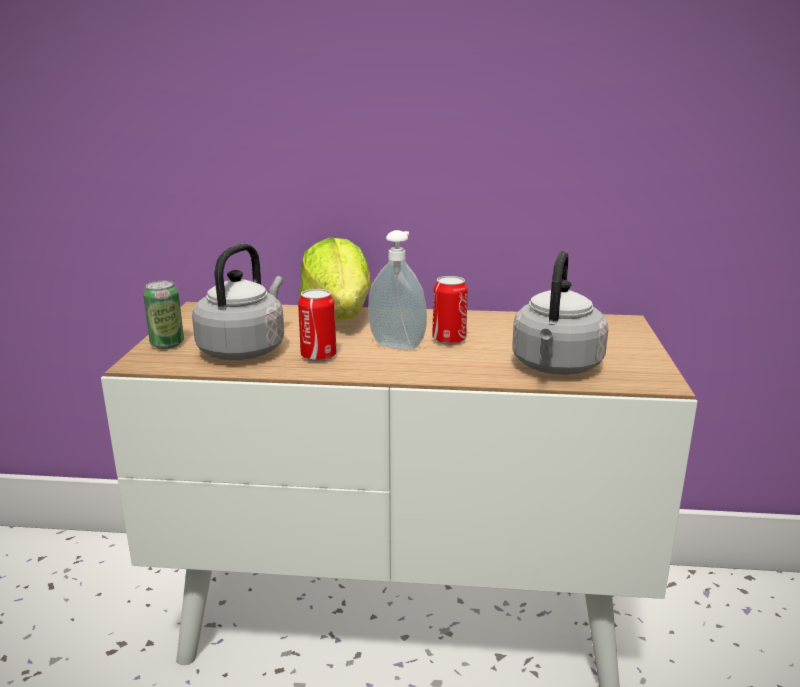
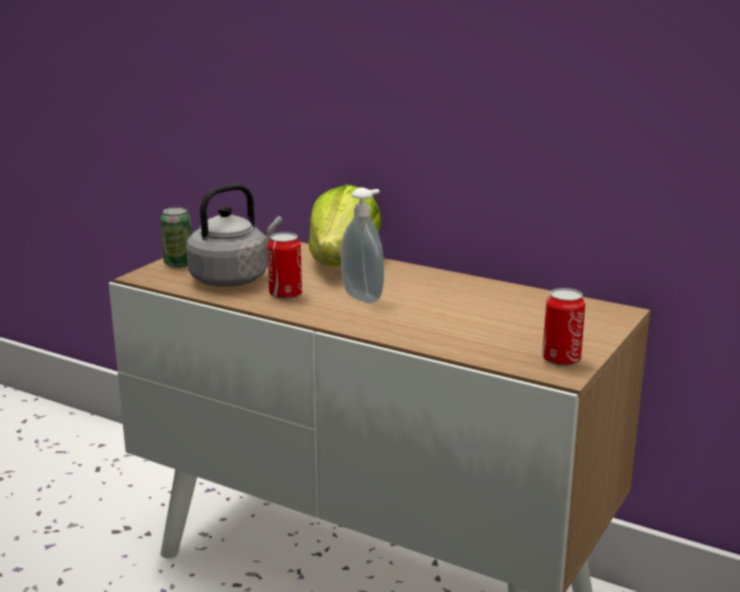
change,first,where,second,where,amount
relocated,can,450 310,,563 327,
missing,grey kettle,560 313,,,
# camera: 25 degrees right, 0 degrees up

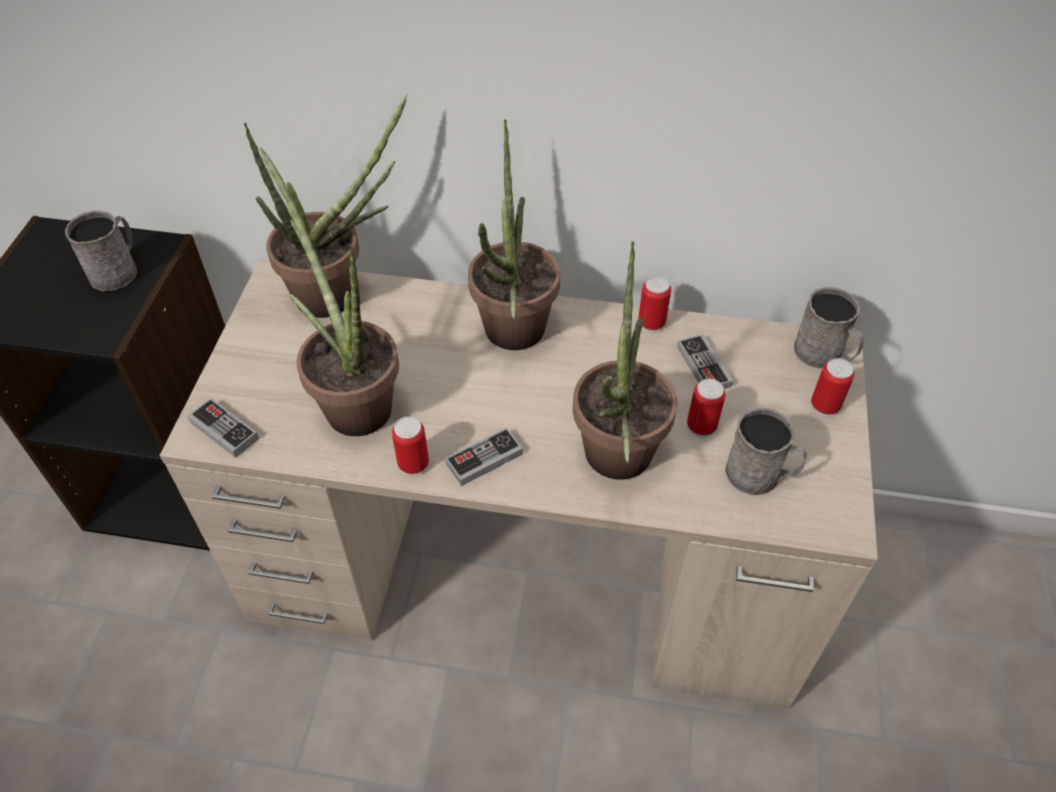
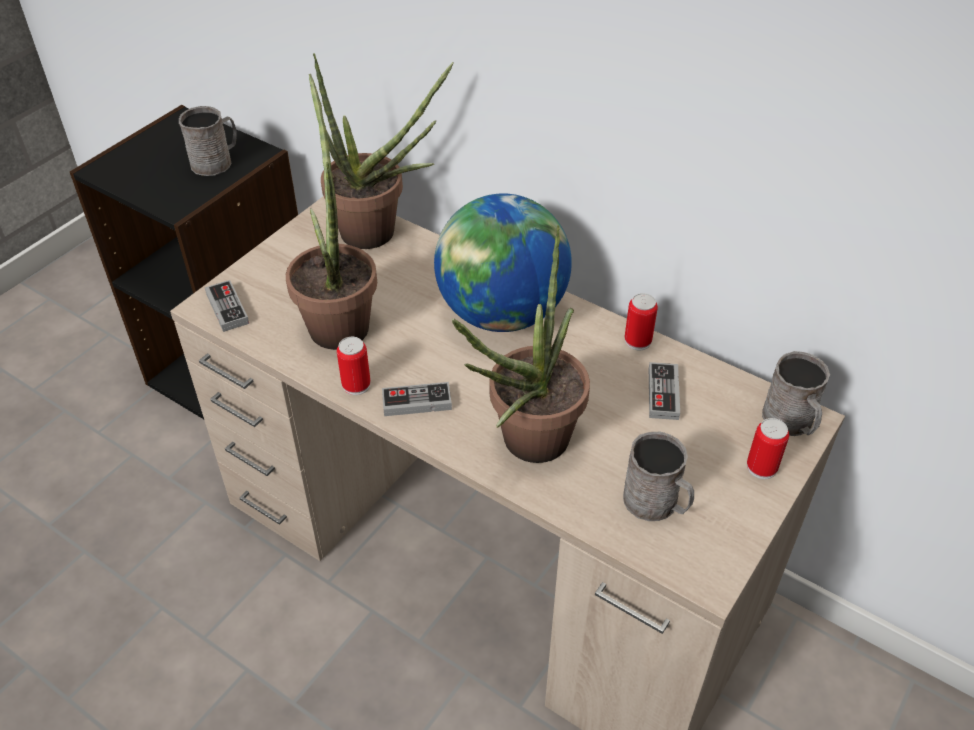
change,first,where,second,where,amount
exchanged,potted plant,514 234,globe,503 262,
missing,can,706 408,,,
# camera: 25 degrees right, 5 degrees down

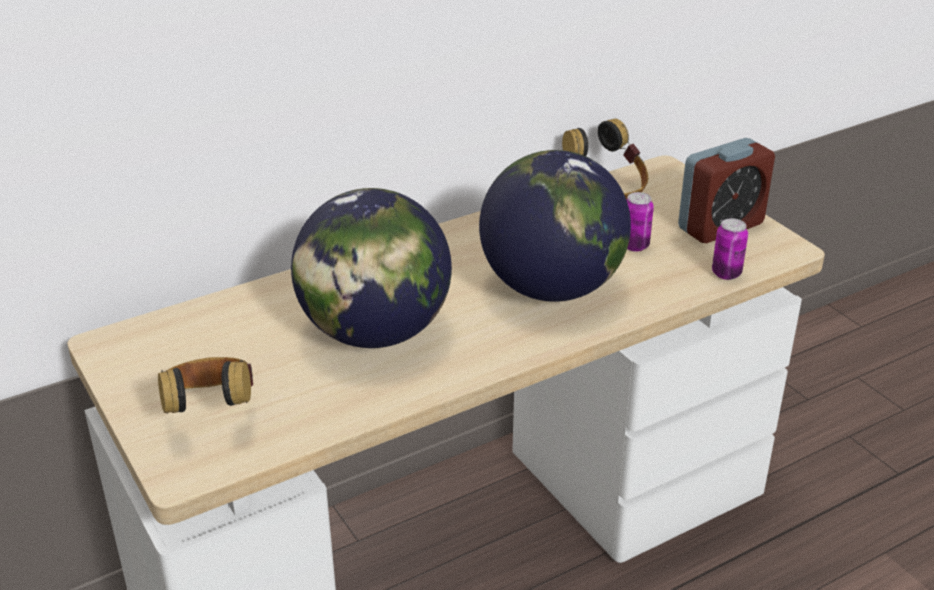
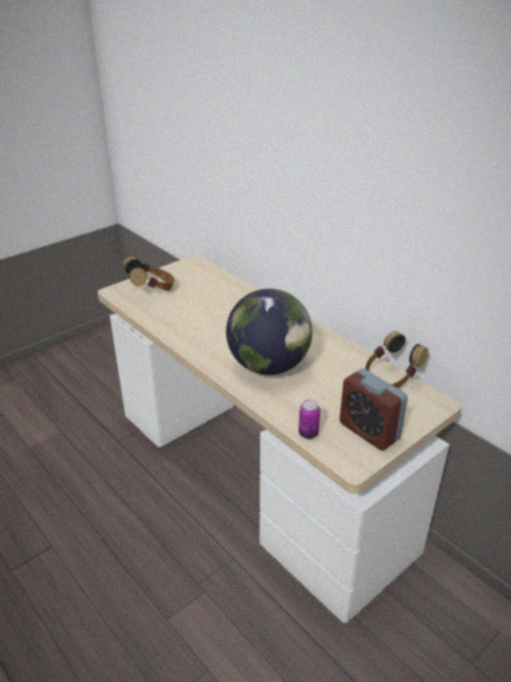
change,first,where,second,where,amount
missing,globe,371 268,,,
missing,can,640 222,,,
# camera: 80 degrees right, 0 degrees up

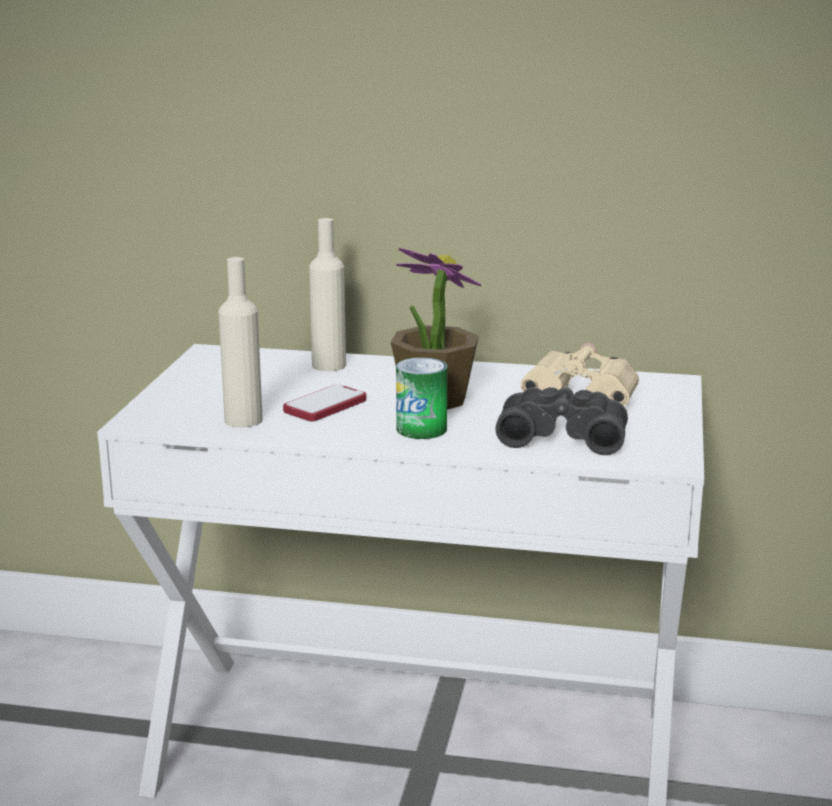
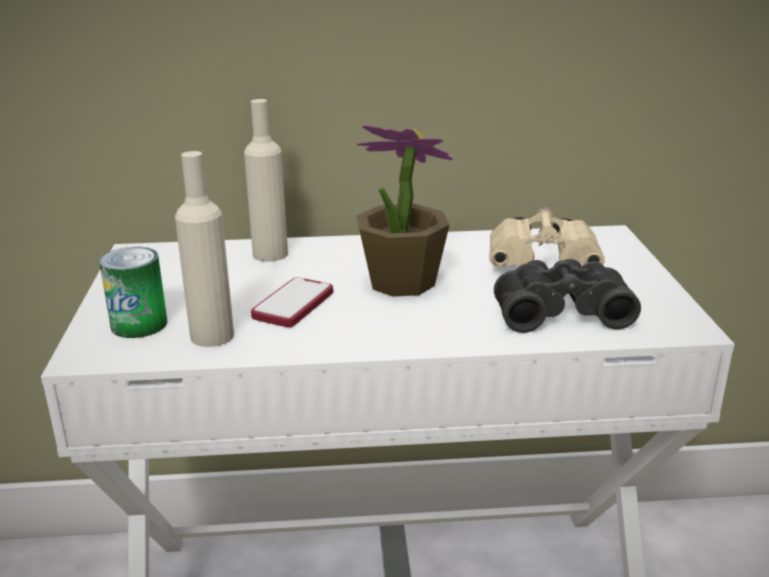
change,first,where,second,where,amount
relocated,can,421 398,,133 292,
# camera: 15 degrees left, 5 degrees up

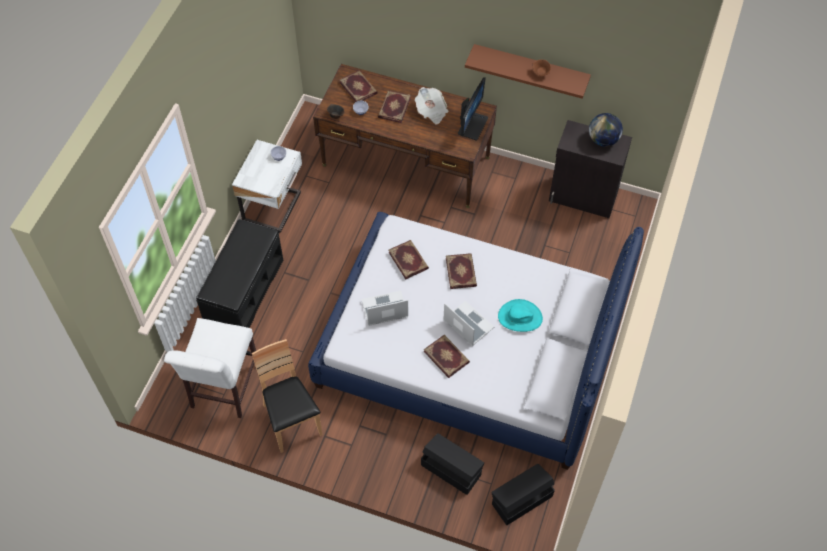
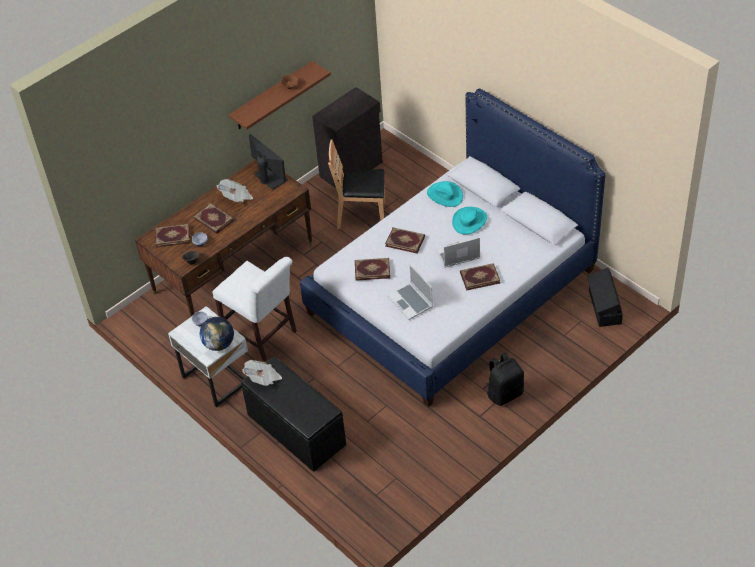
change,first,where,second,where,amount
relocated,globe,606 130,,217 334,
relocated,white chair,210 368,,254 309,
appeared,,,newspaper,262 373,
relocated,brown chair,287 396,,356 184,
spun,laptop,384 308,,410 292,45 degrees counterclockwise
appeared,,,turquoise hat,445 194,
appeared,,,black backpack,505 379,
missing,black storage box,452 464,,,
# camera: 60 degrees left, 10 degrees down

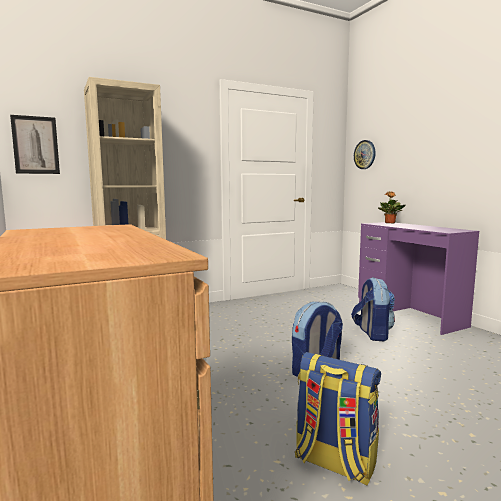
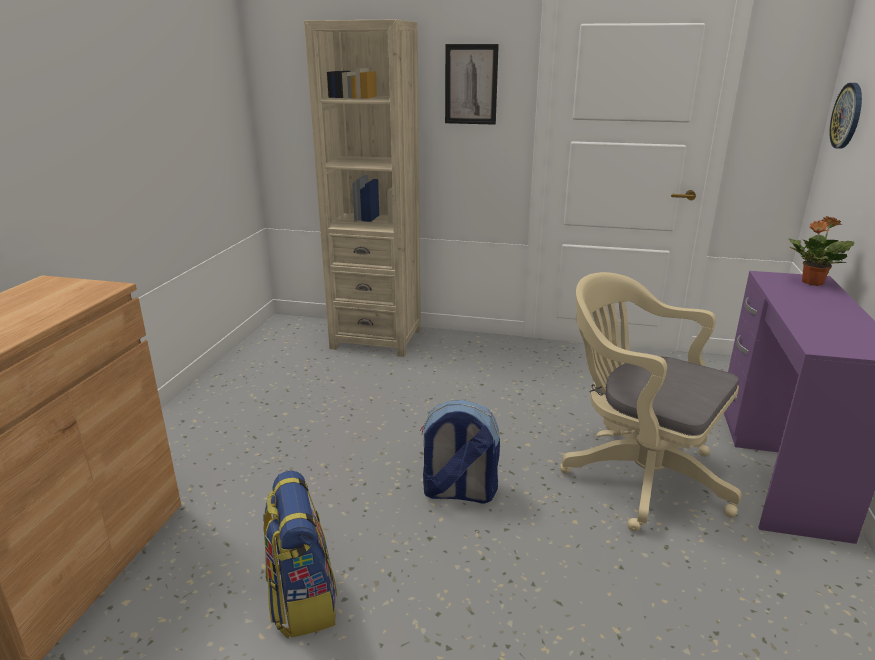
change,first,where,second,where,amount
relocated,picture,35 144,,472 84,
exchanged,backpack,373 309,beige office chair,651 401,
# camera: 40 degrees right, 15 degrees up

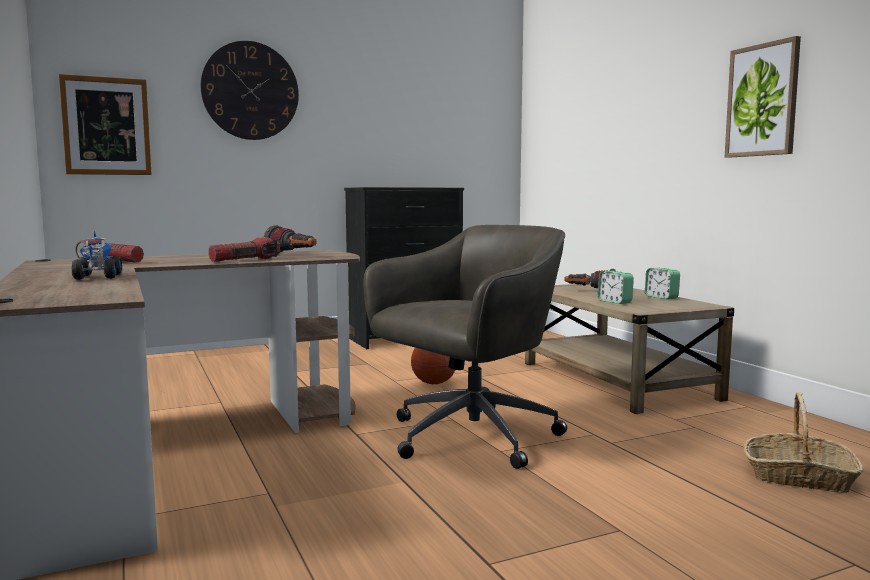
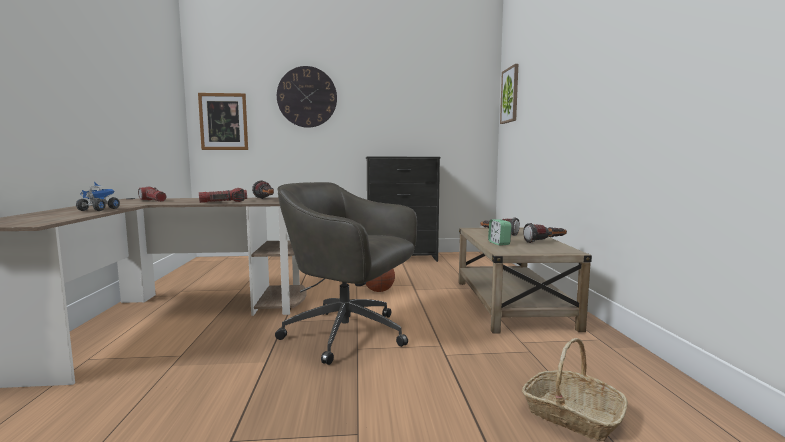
change,first,where,second,where,amount
spun,grey office chair,465 347,,346 273,135 degrees counterclockwise
relocated,picture,763 97,,509 94,
exchanged,alarm clock,662 283,flashlight,545 233,
# camera: 20 degrees right, 0 degrees up

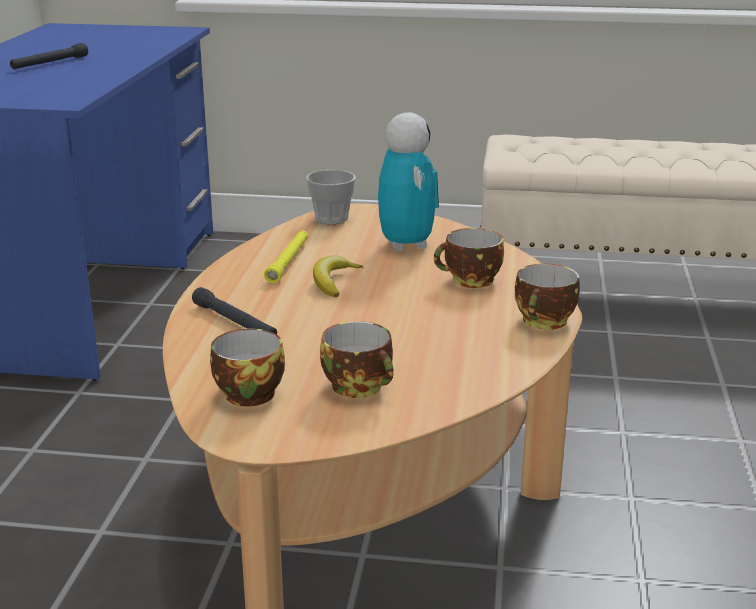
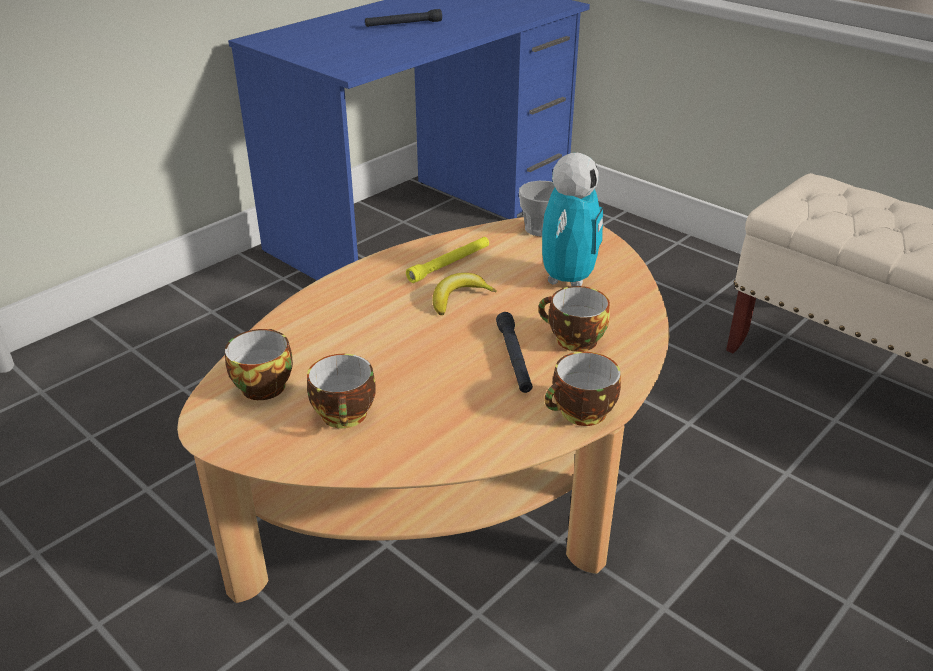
change,first,where,second,where,amount
relocated,black flashlight,234 310,,514 352,
# camera: 35 degrees right, 10 degrees up

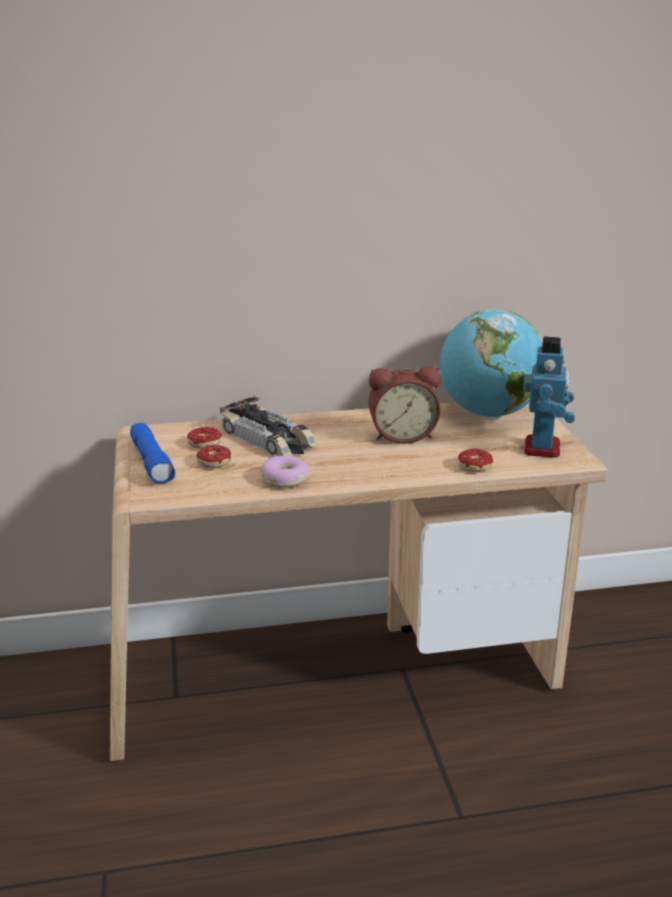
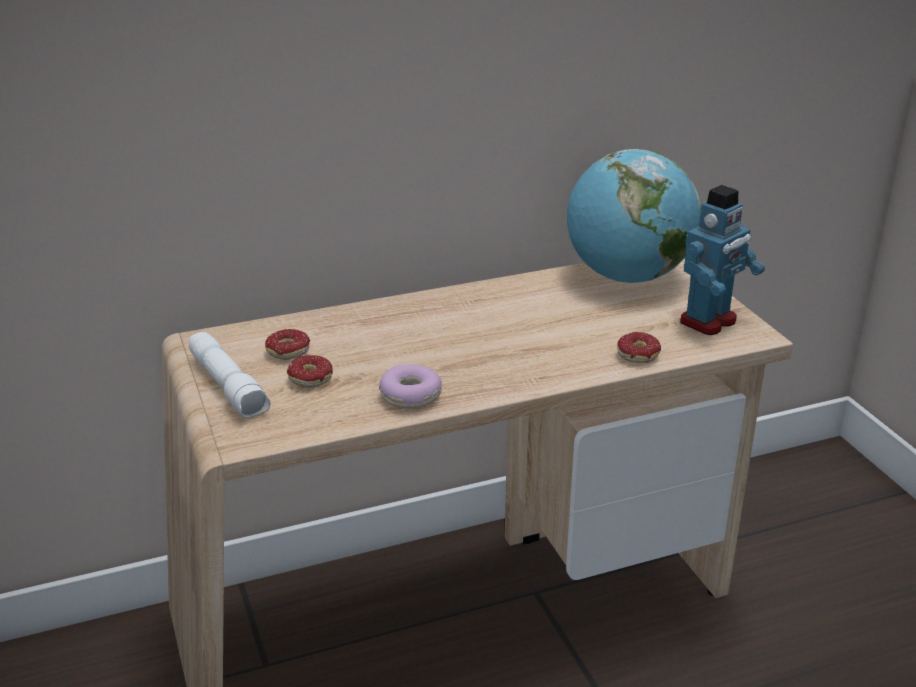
change,first,where,second,where,amount
colour,blue flashlight,152 453,white flashlight,229 375,
spun,toy robot,549 397,,722 260,45 degrees clockwise
missing,toy car,269 426,,,
missing,alarm clock,405 405,,,
# camera: 10 degrees left, 5 degrees up

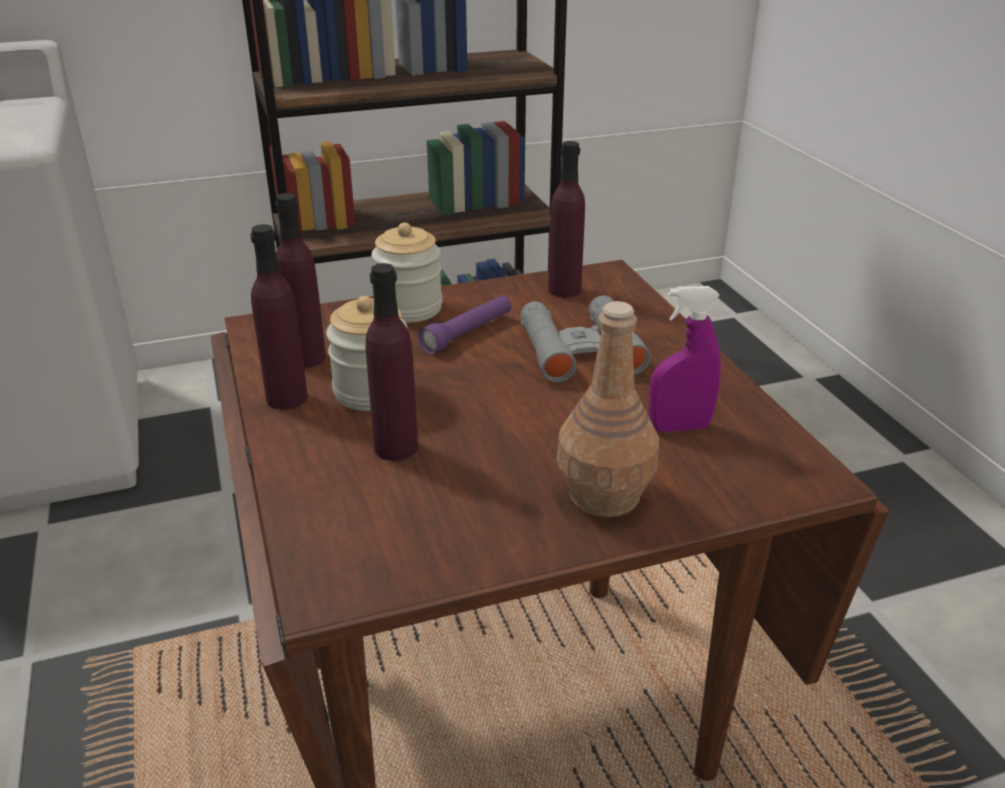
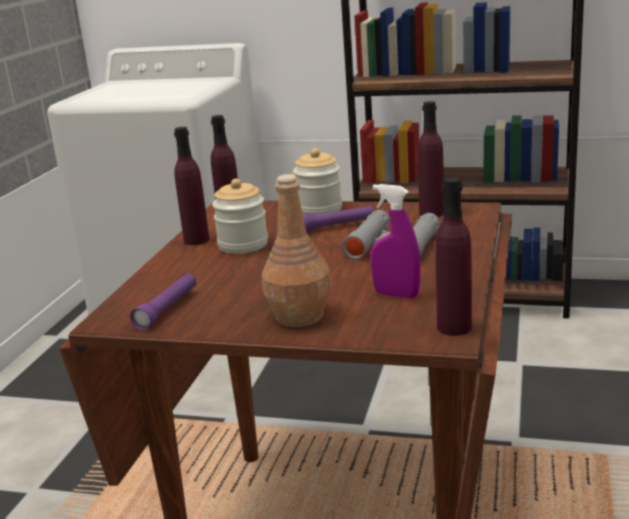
change,first,where,second,where,amount
appeared,,,purple flashlight,163 301,
relocated,purple bottle,391 362,,453 256,
# camera: 35 degrees right, 10 degrees down

